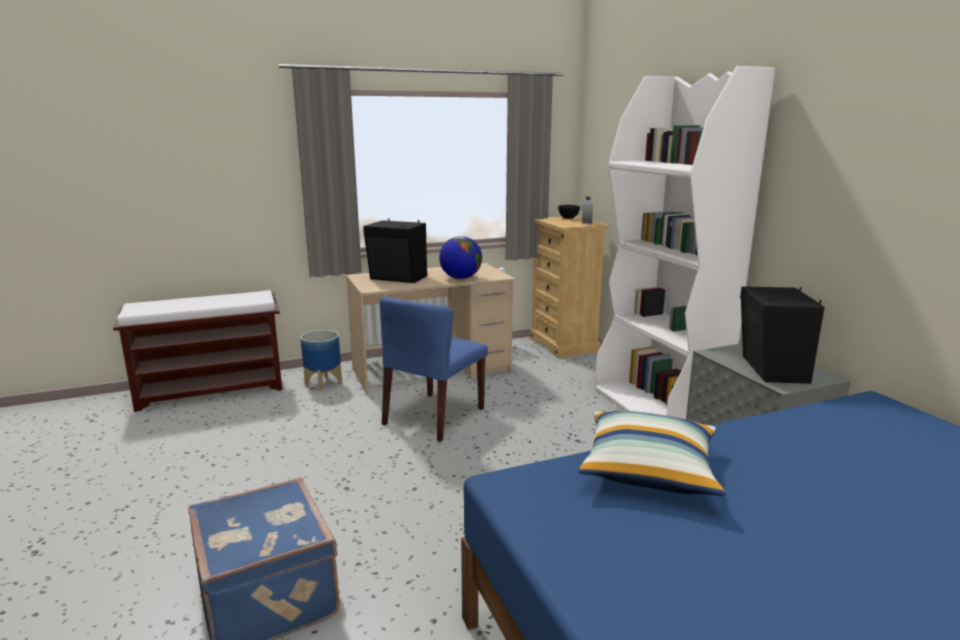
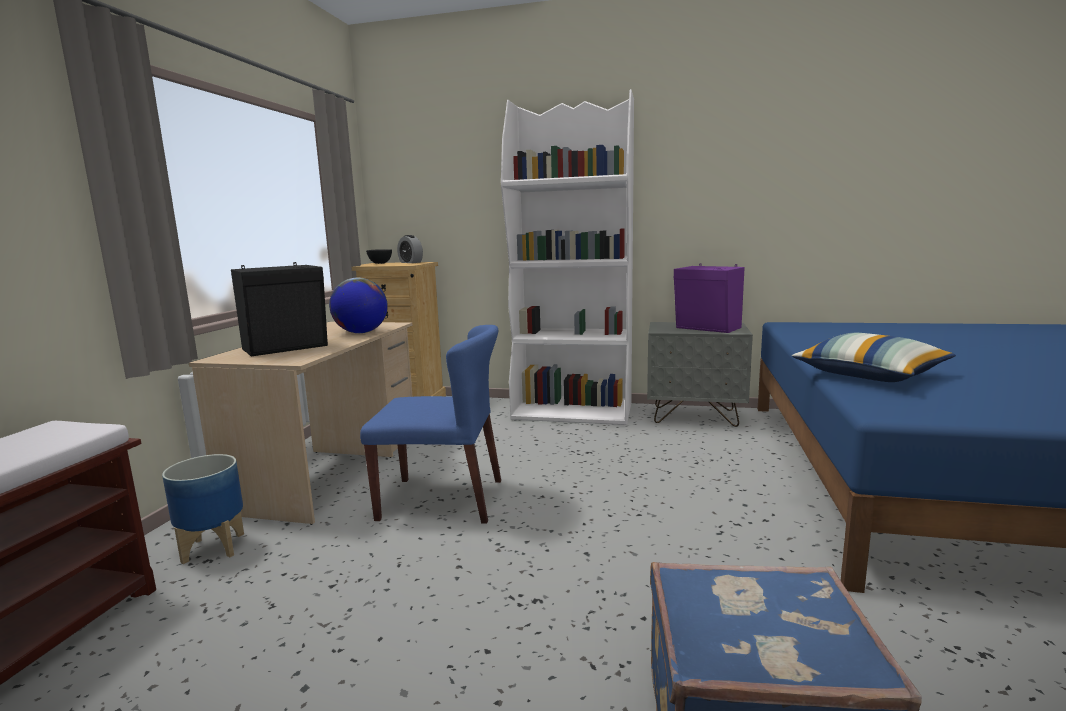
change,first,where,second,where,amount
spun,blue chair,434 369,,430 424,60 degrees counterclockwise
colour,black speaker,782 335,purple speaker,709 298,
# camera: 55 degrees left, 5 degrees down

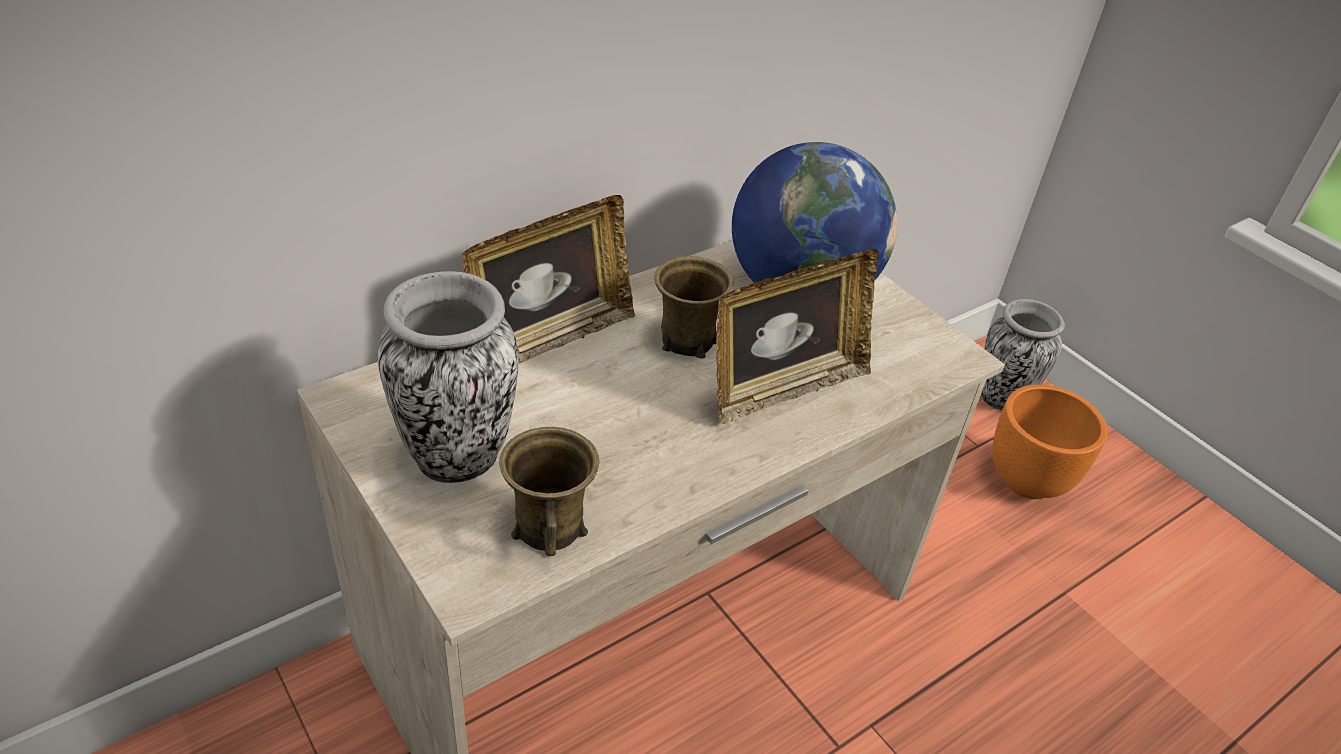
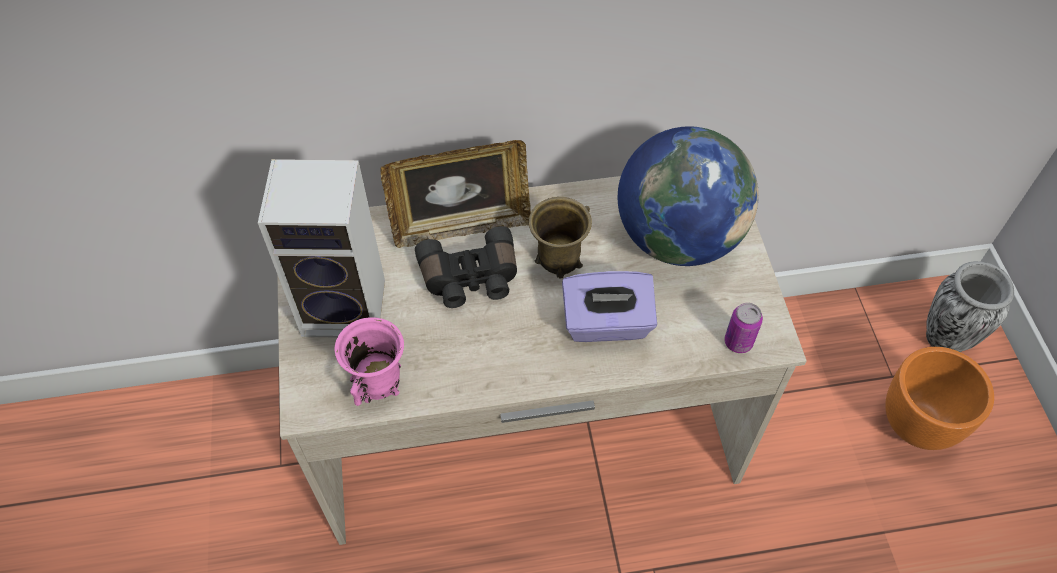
change,first,where,second,where,amount
exchanged,vase,448 377,speaker,321 248,
colour,brown mug,549 491,pink mug,369 361,
appeared,,,black binoculars,466 267,
exchanged,picture frame,797 336,purple tissue box,609 306,
appeared,,,can,743 328,
# camera: 30 degrees right, 15 degrees up

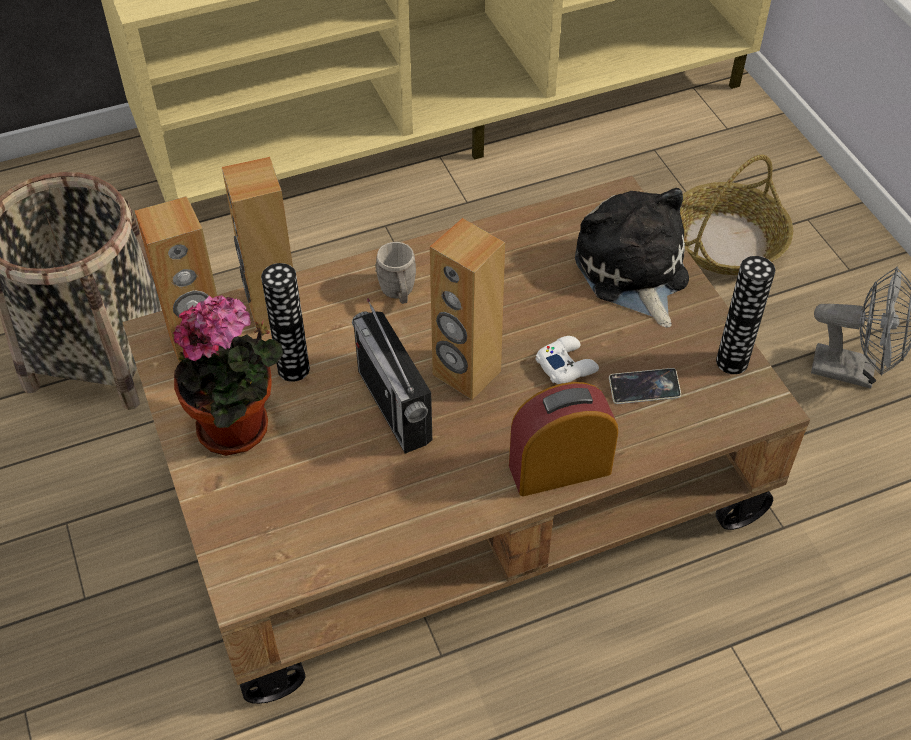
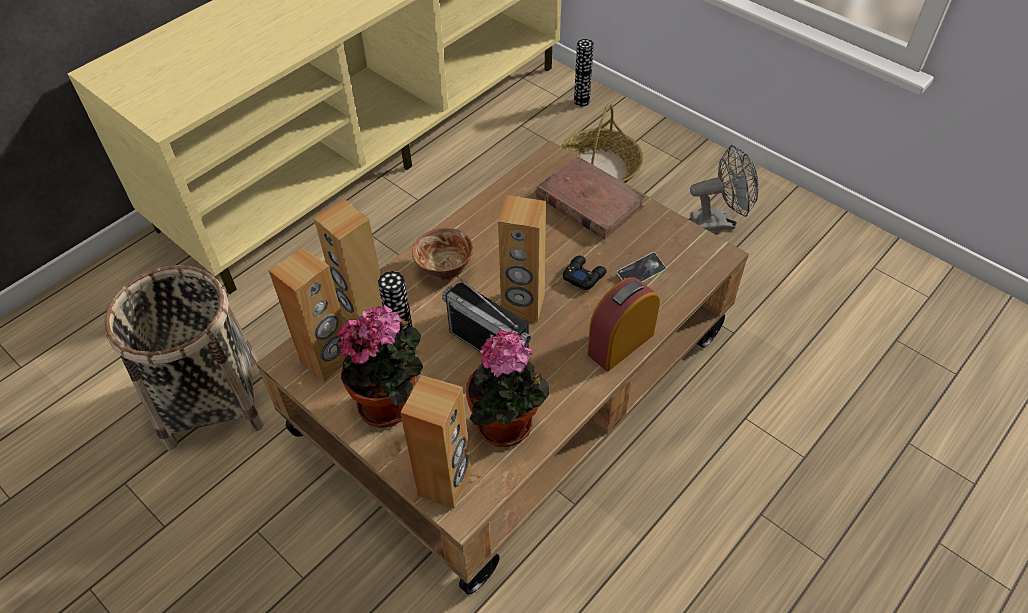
change,first,where,second,where,amount
appeared,,,brown speaker,435 441,
exchanged,grey mug,395 273,bowl,442 254,
appeared,,,potted plant,508 389,
exchanged,plush toy,632 257,brown book,590 198,
colour,white game controller,567 360,black game controller,585 273,
relocated,vase,745 315,,584 73,
# camera: 25 degrees left, 0 degrees up

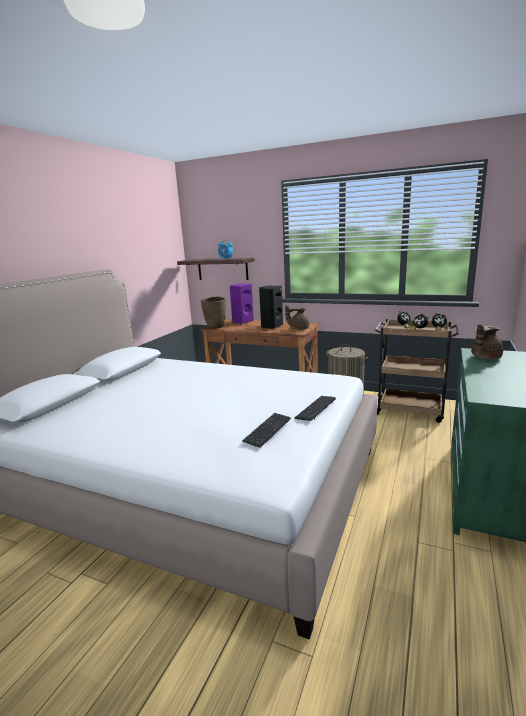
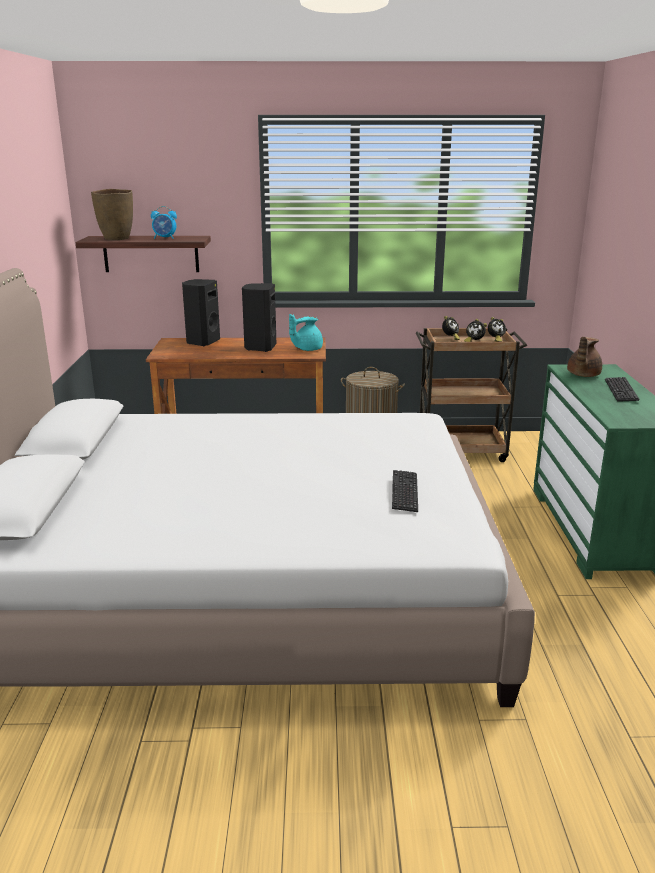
change,first,where,second,where,amount
relocated,brown vase,213 313,,112 214,
colour,purple speaker,242 304,black speaker,201 312,
colour,brown teapot,297 317,turquoise teapot,306 332,
relocated,keyboard,315 408,,622 389,
# camera: 25 degrees left, 5 degrees up

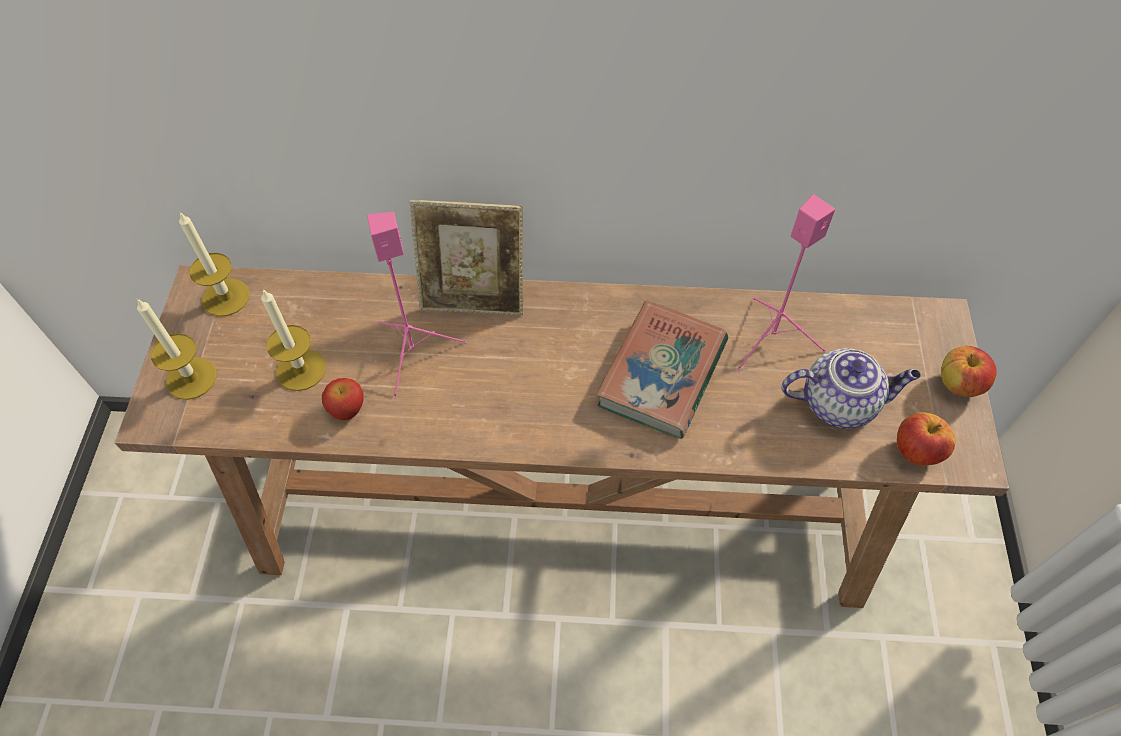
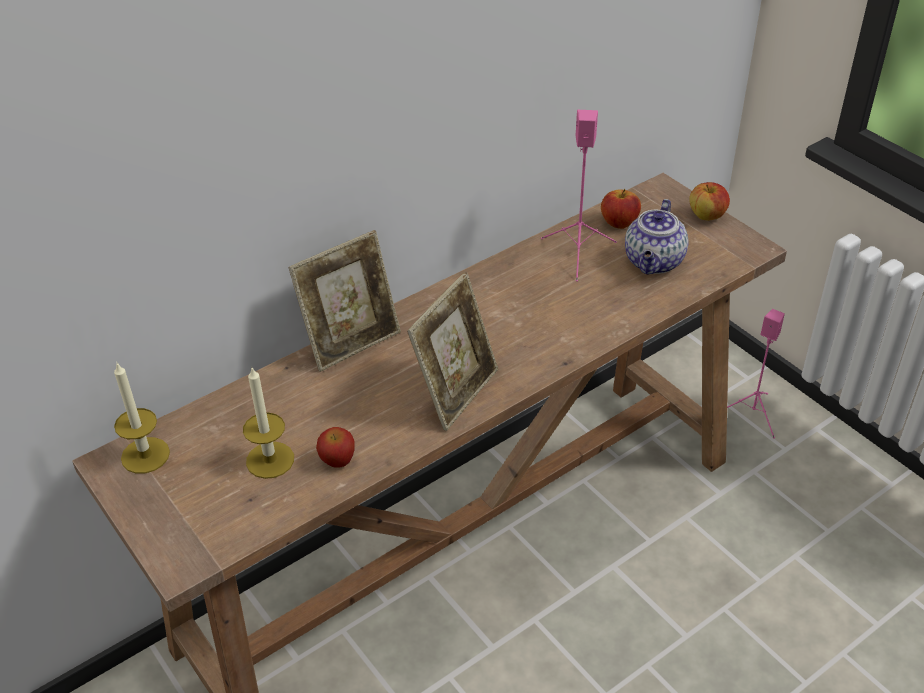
change,first,where,second,where,amount
appeared,,,picture frame,452 351,
relocated,apple,926 439,,621 209,
spun,teapot,851 388,,657 237,150 degrees clockwise
relocated,pink speaker,417 305,,756 373,
missing,candle,176 349,,,
missing,book,662 369,,,
# camera: 40 degrees left, 15 degrees down

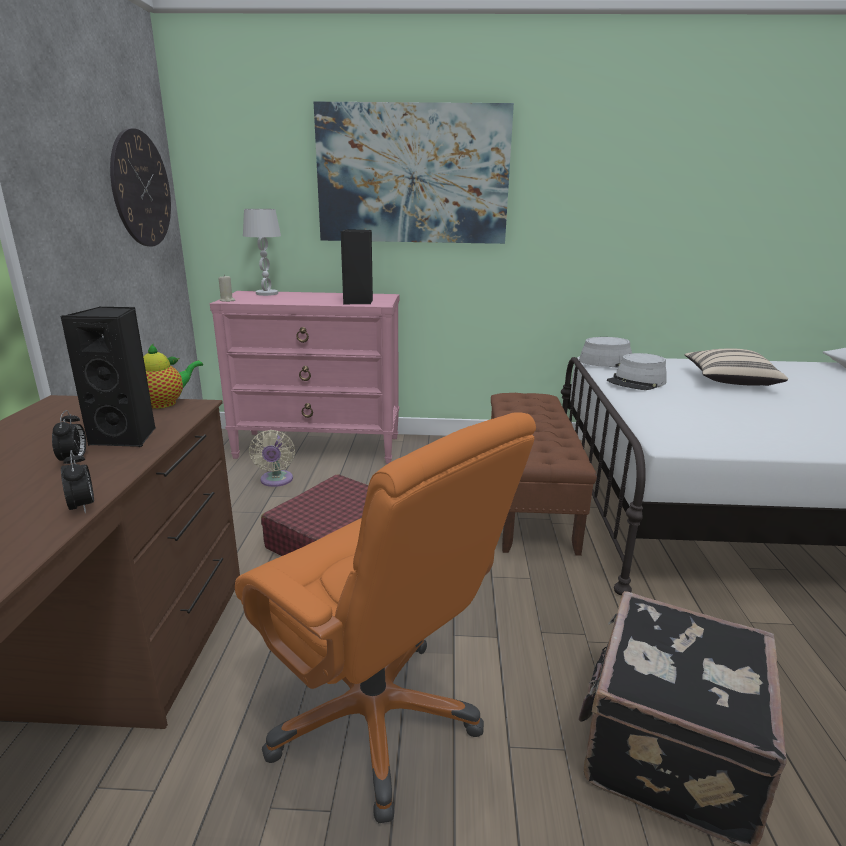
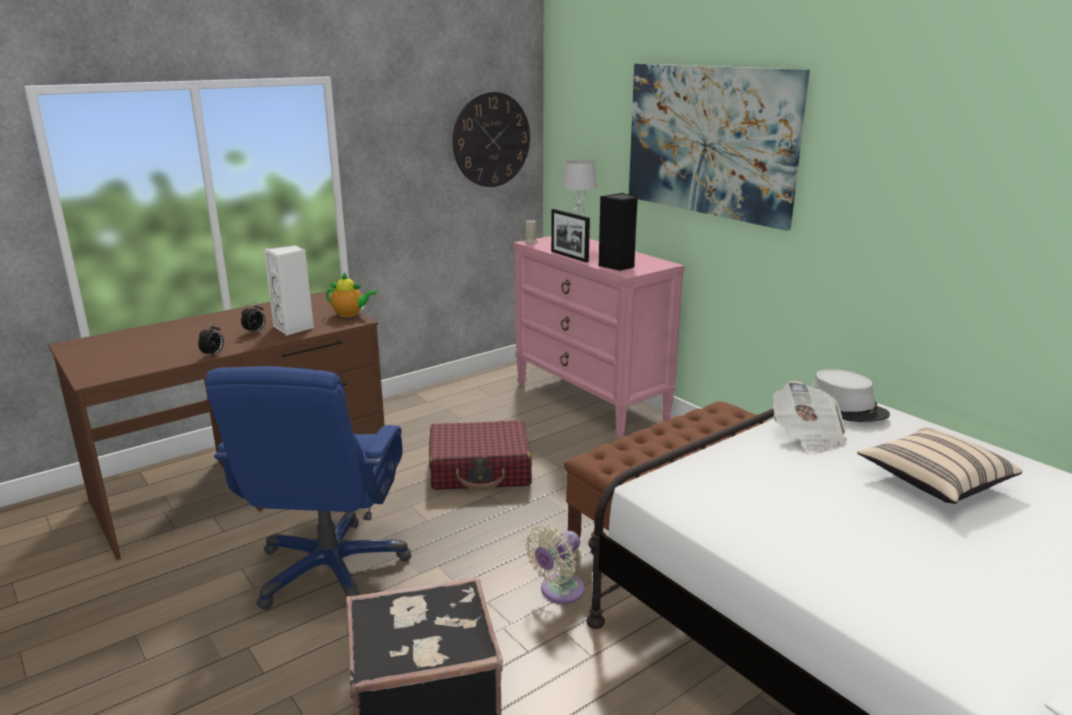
change,first,where,second,where,amount
colour,orange office chair,385 617,blue office chair,308 488,
colour,black speaker,108 376,white speaker,289 290,
relocated,beige fan,272 458,,555 564,
appeared,,,picture frame,570 235,
exchanged,grey hat,637 371,newspaper,810 418,
# camera: 50 degrees right, 0 degrees up

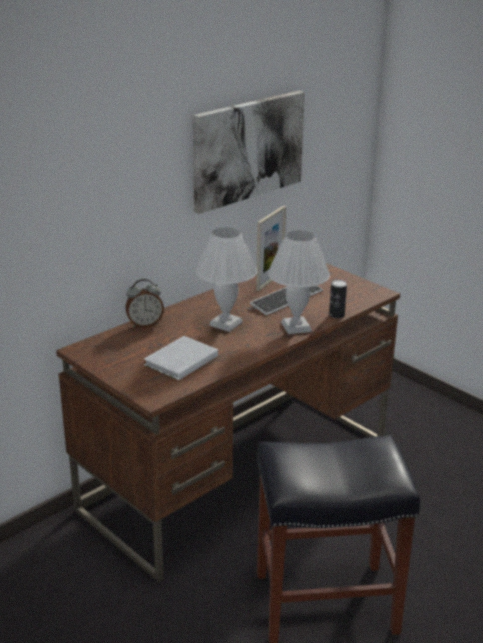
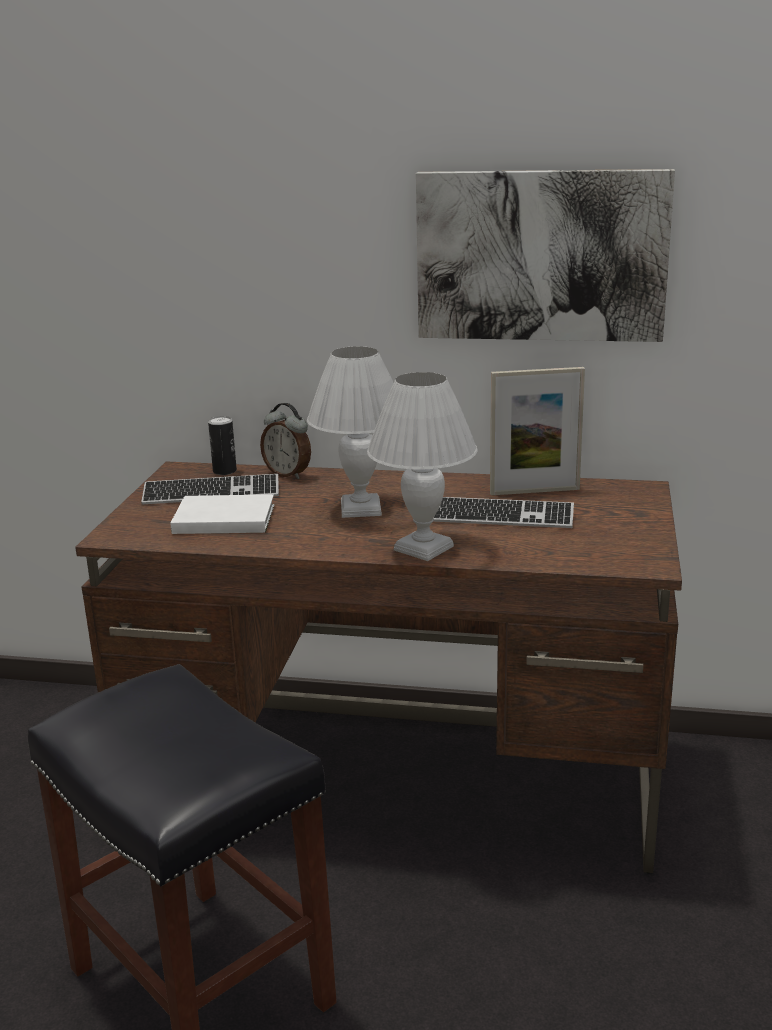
change,first,where,second,where,amount
appeared,,,keyboard,210 489,
relocated,can,338 299,,222 445,
# camera: 55 degrees right, 5 degrees down

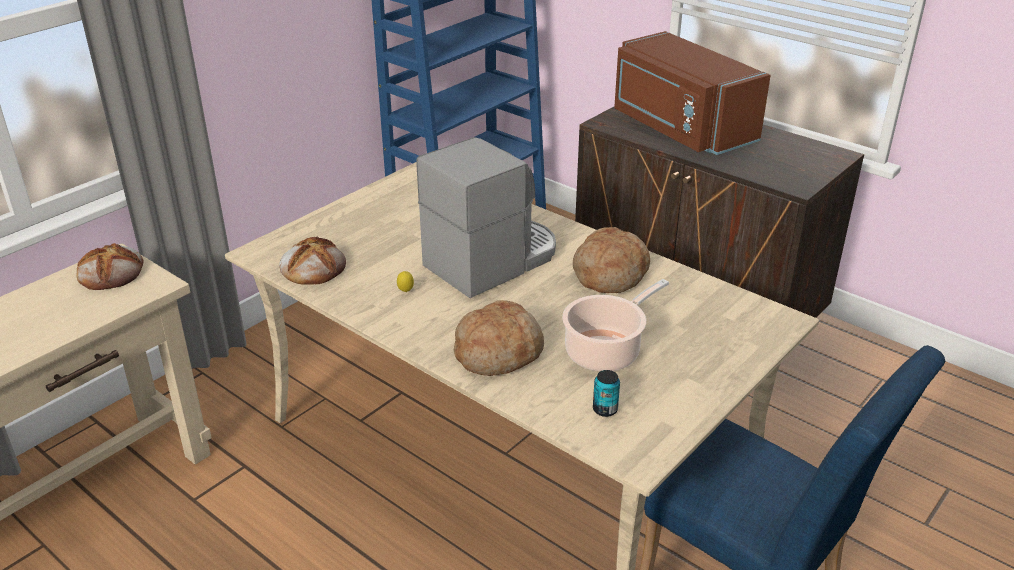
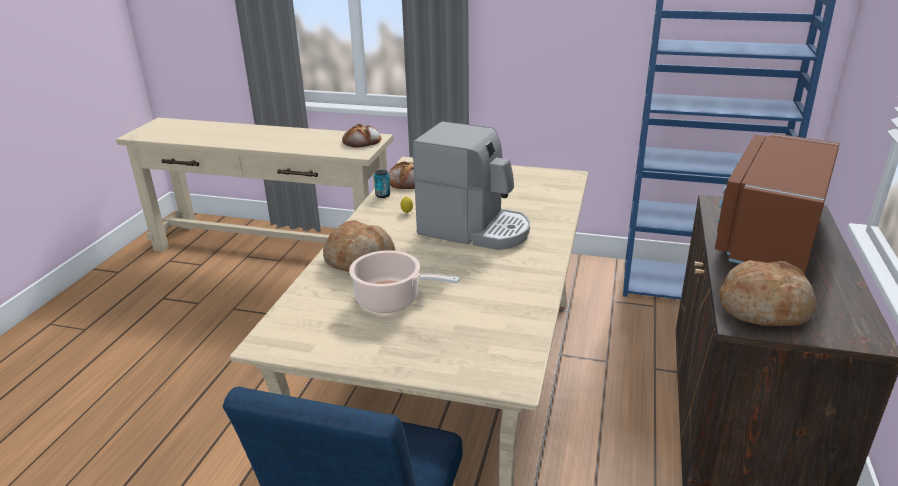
change,first,where,second,where,amount
relocated,can,606 393,,382 184,
relocated,bread,611 260,,767 293,
# camera: 65 degrees right, 5 degrees down

